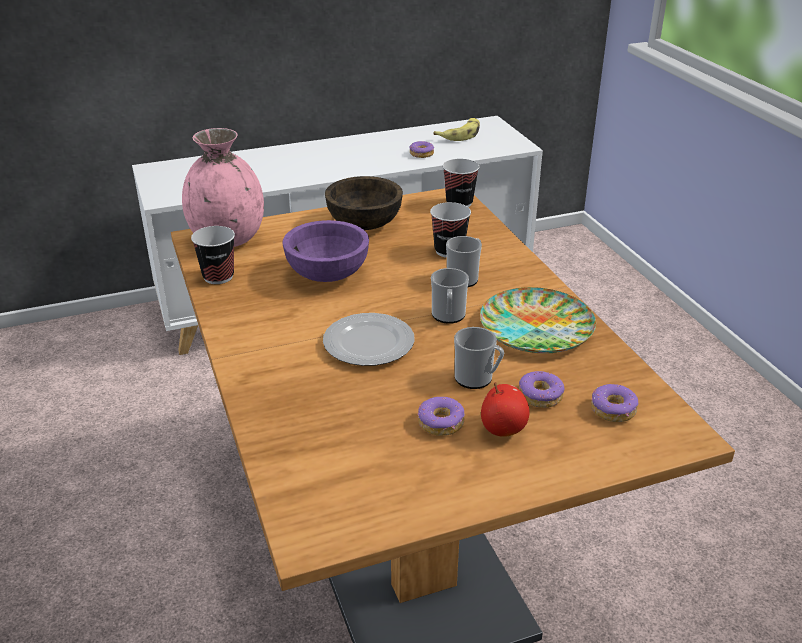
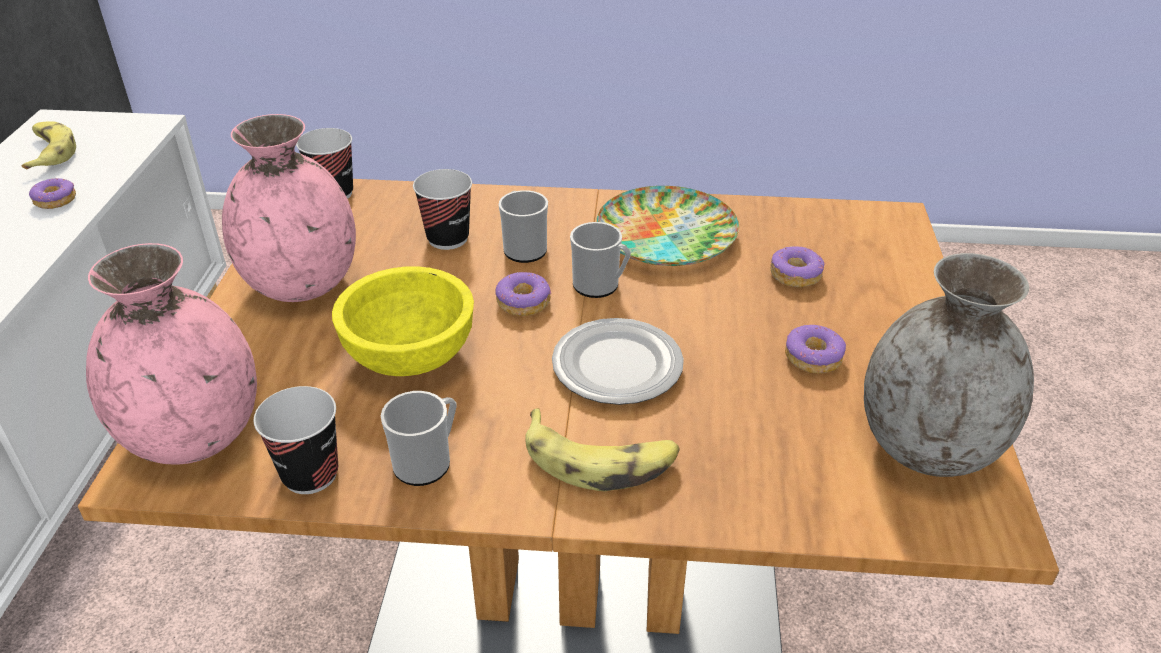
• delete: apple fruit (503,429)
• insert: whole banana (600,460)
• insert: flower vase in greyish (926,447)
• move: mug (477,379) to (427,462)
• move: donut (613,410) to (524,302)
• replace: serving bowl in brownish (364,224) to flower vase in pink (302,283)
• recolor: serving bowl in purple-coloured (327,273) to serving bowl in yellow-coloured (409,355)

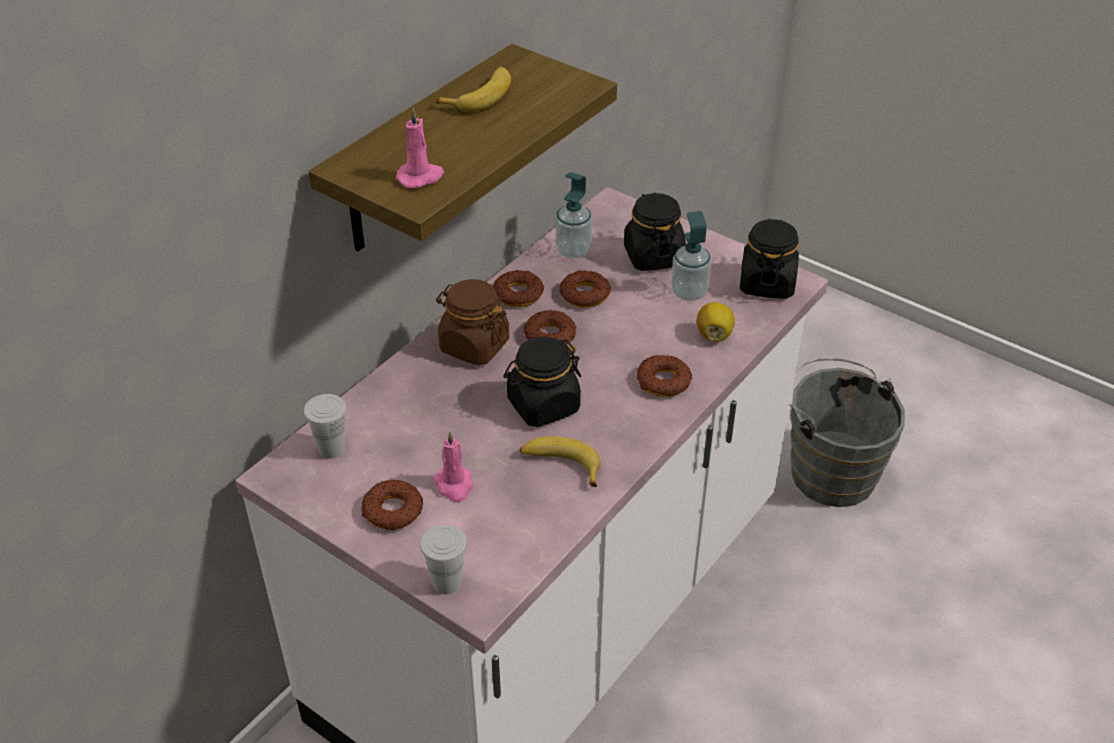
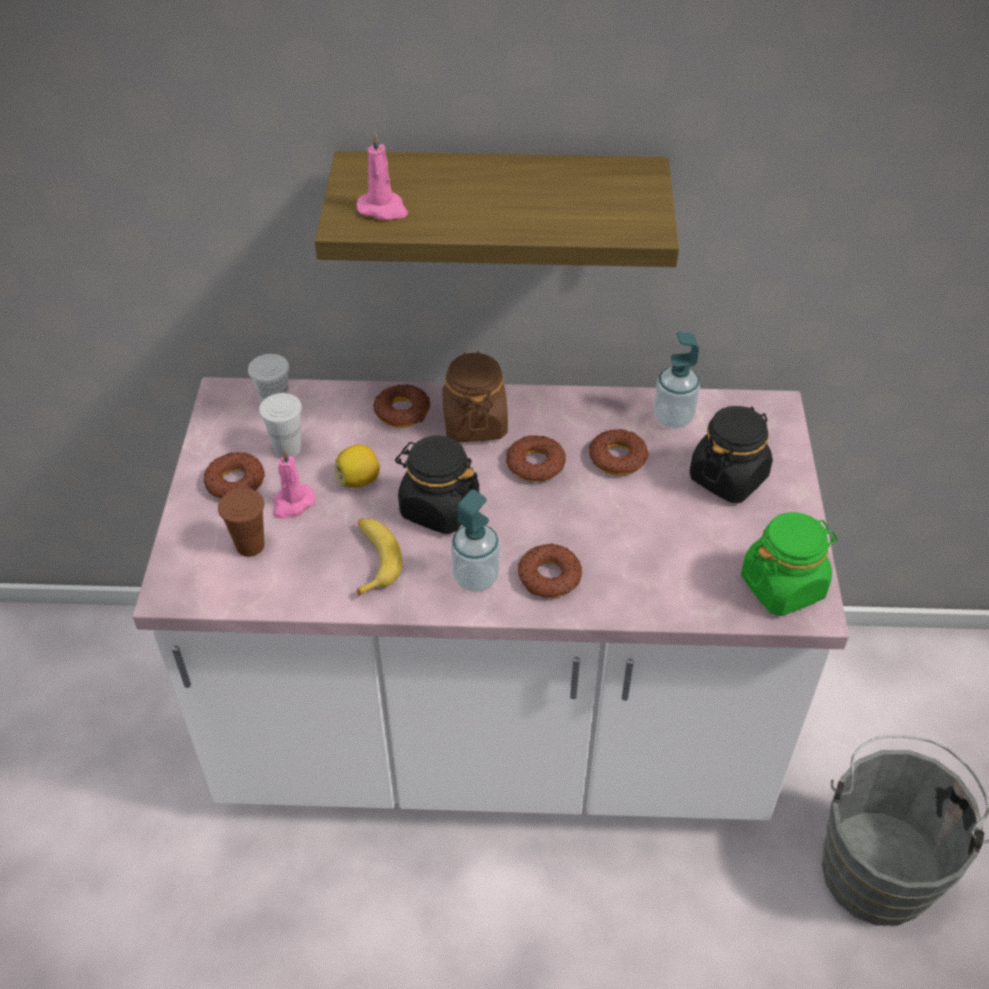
• delete: whole banana (480,96)
• insert: cup in brownish (250,545)
• move: cup in white-coloured (447,583) to (287,449)
• move: donut (518,294) to (402,411)
• move: soap bottle (689,292) to (476,577)
• move: citrus fruit (714,335) to (359,480)
• recolor: jar in black-coloured (766,283) to jar in green (783,586)

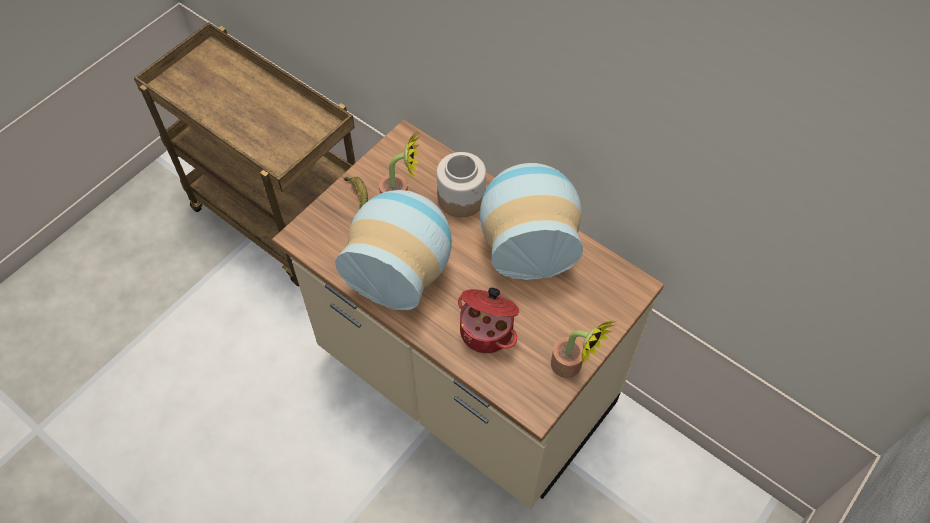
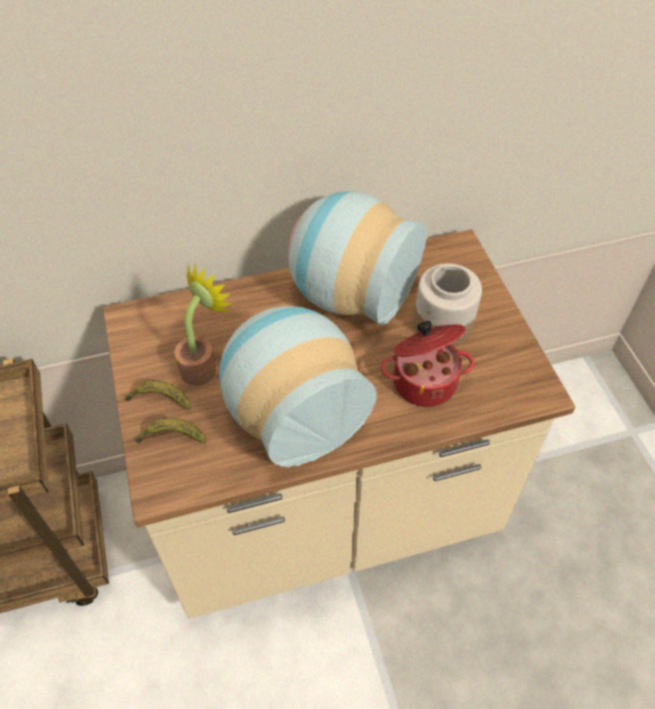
• delete: houseplant (571,367)
• insert: whole banana (172,437)
• move: jar (461,197) to (442,323)

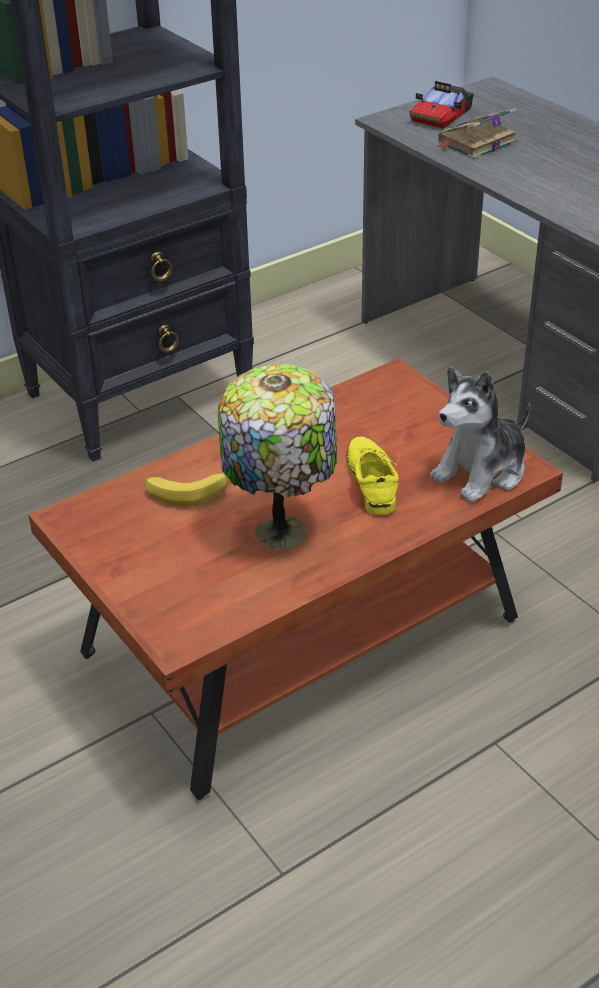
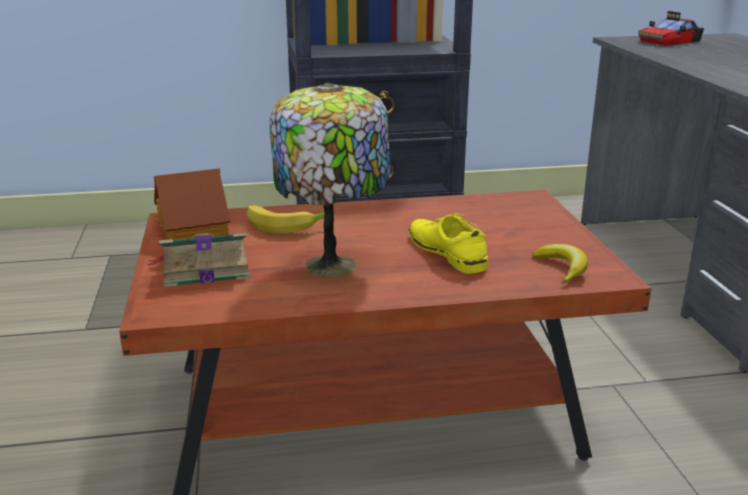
• insert: toy house (194,231)
• move: volume (476,143) to (203,268)
• replace: cuddly toy (481,472) to whole banana (562,269)
• rotate: shoe in yellow-coloured (372,481) = (447,252) 45 degrees counterclockwise

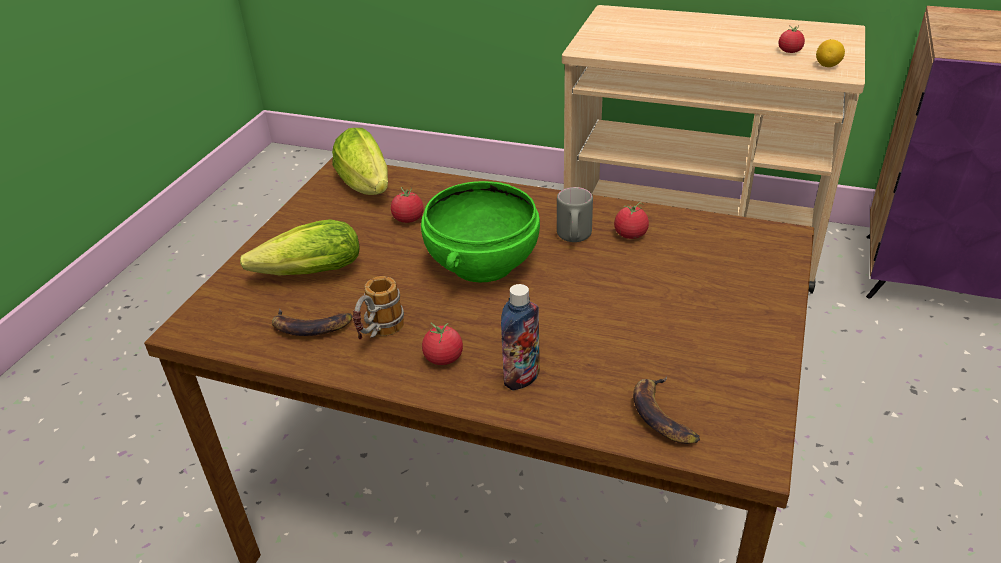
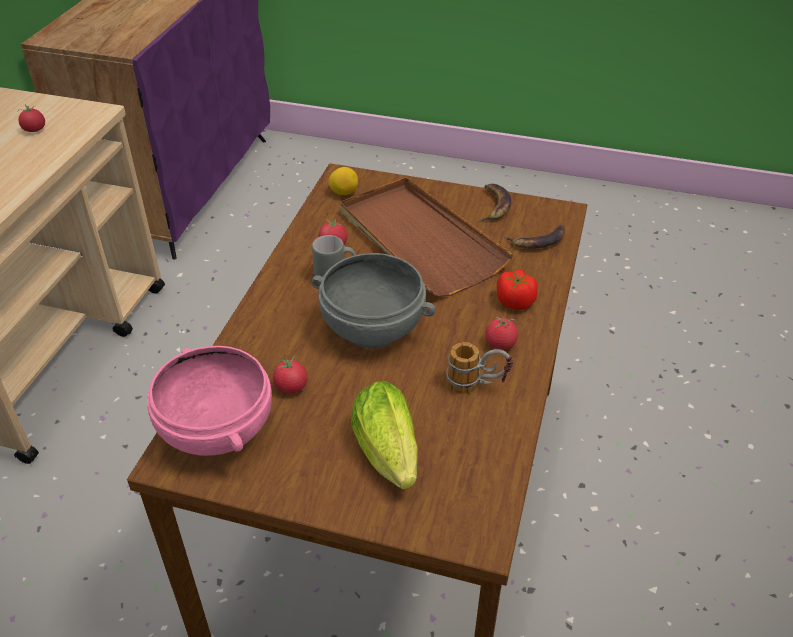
• insert: tray in brownish (419,240)
• move: whole banana (311,326) to (494,206)
• move: citrus fruit (827,66) to (344,192)
• replace: lettuce (367,186) to serving bowl in pink (215,430)
• replace: drink bottle (522,377) to whole tomato (515,301)
• recolor: serving bowl in green (481,263) to serving bowl in greyish (372,329)

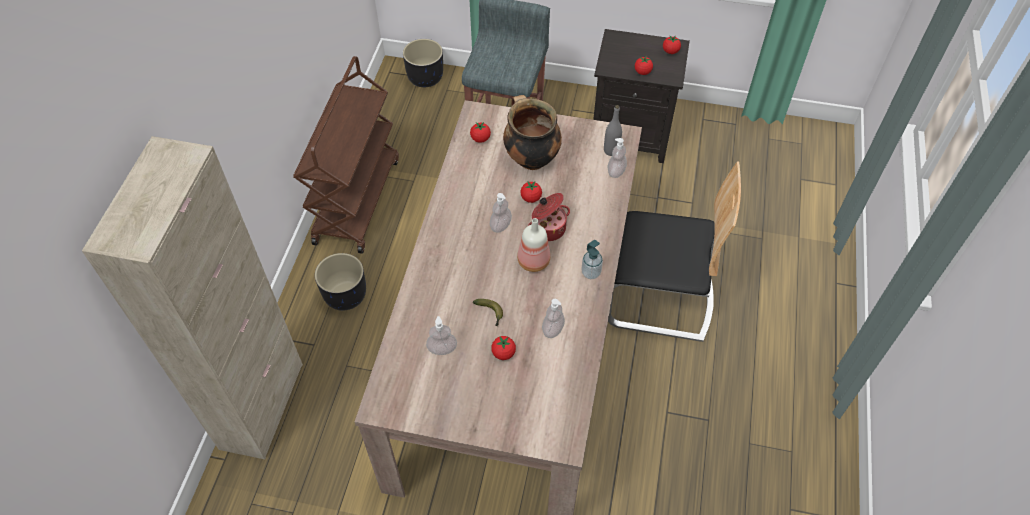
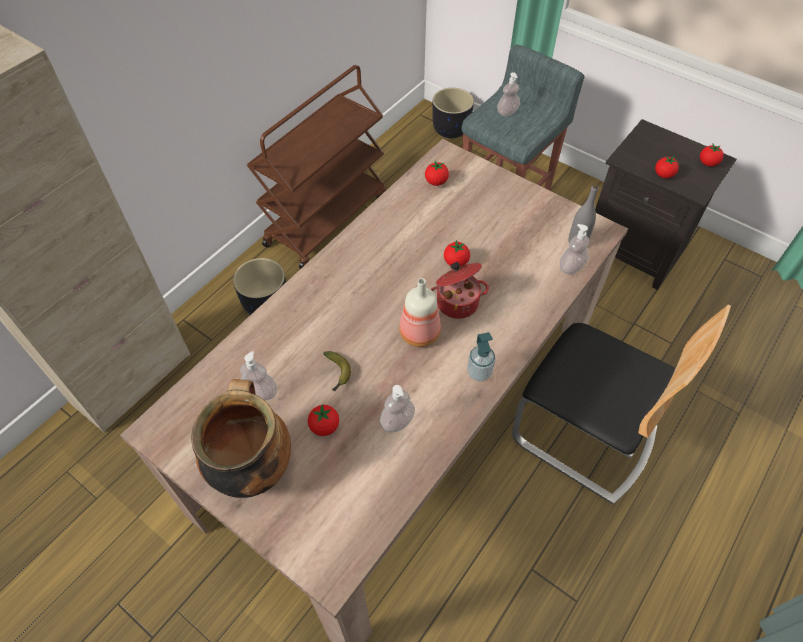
• move: soap bottle (500,225) to (507,112)
• move: stockpot (530,158) to (252,467)

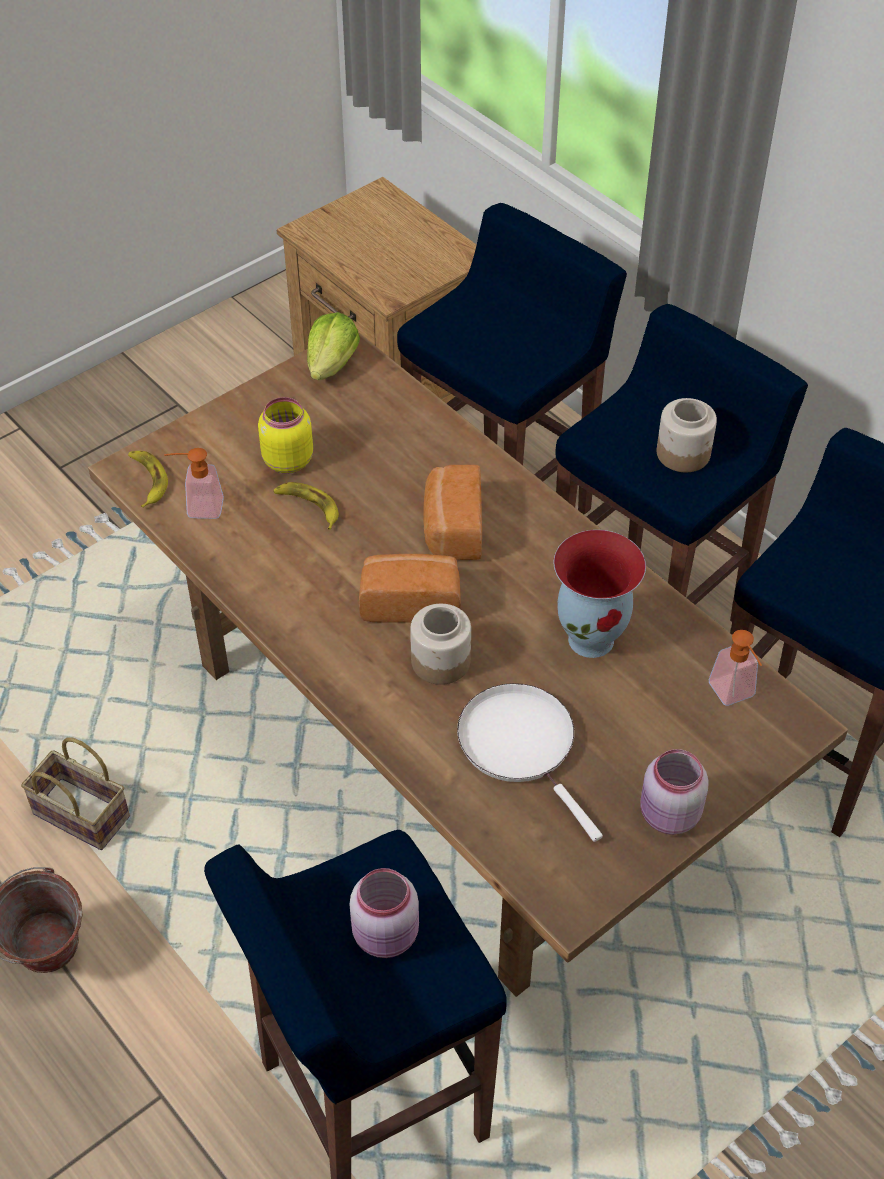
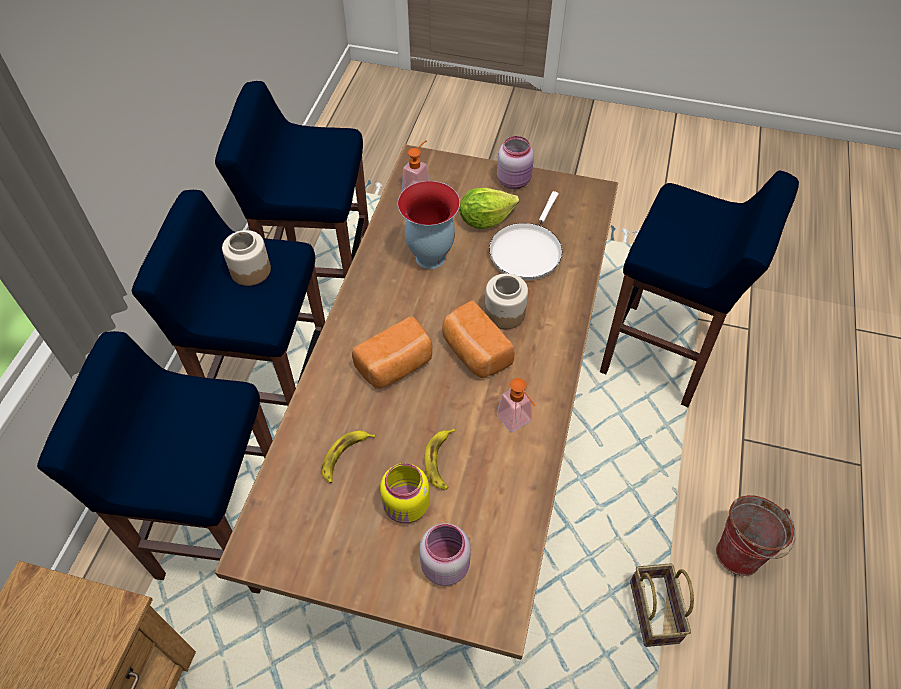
• move: whole banana (147,480) to (345,457)
• move: soap bottle (198,507) to (517,422)
• move: lettuce (332,365) to (485,219)
• move: jar in pink (387,936) to (445,564)

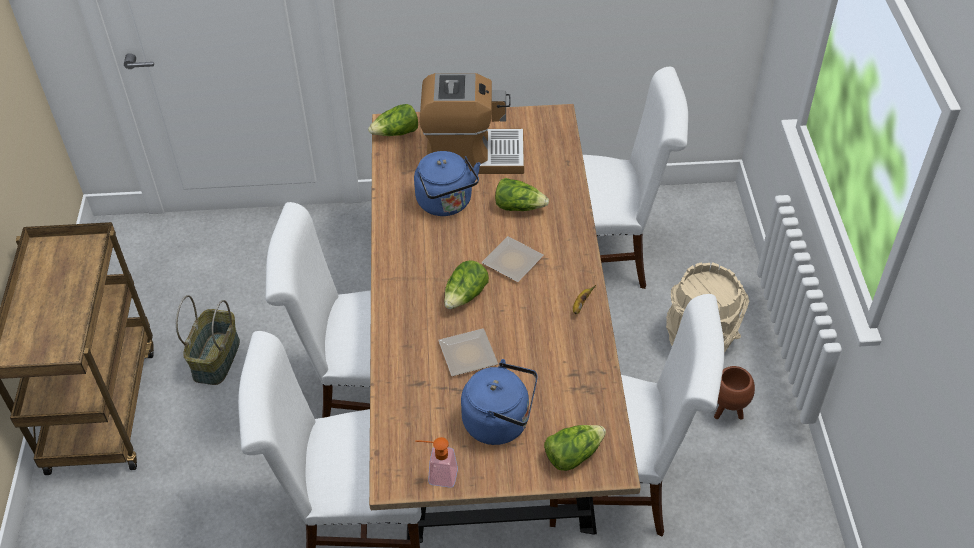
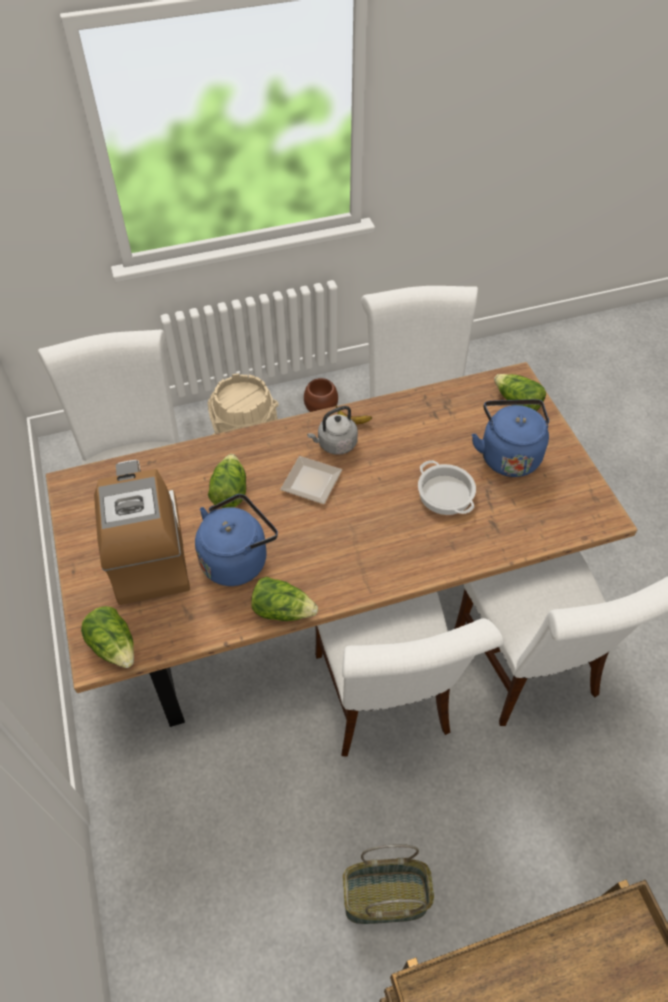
• delete: soap bottle (437,475)
• insert: water kettle in greyish (335,444)
• move: lettuce (465,296) to (282,609)
• replace: dinner plate (466,356) to stockpot (446,494)

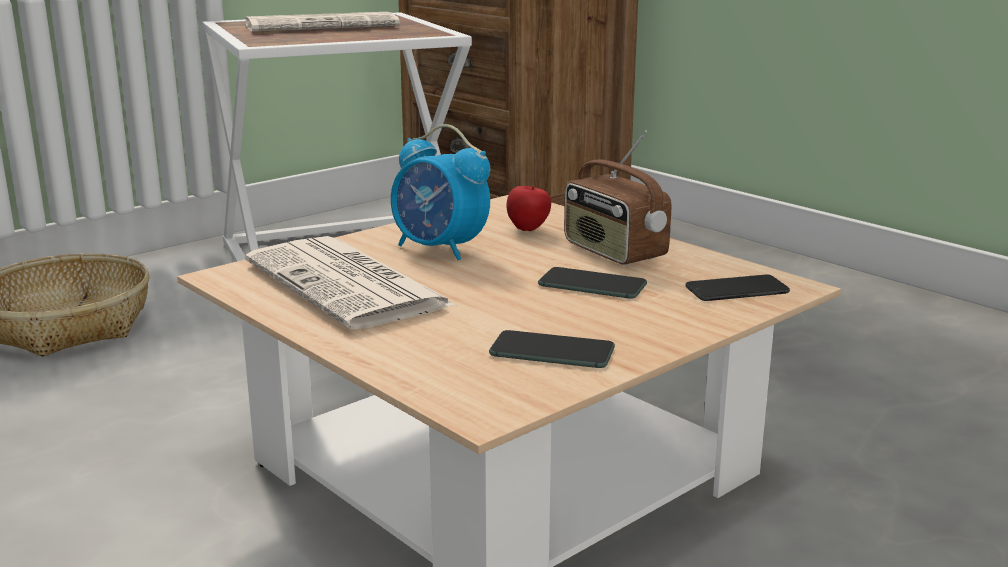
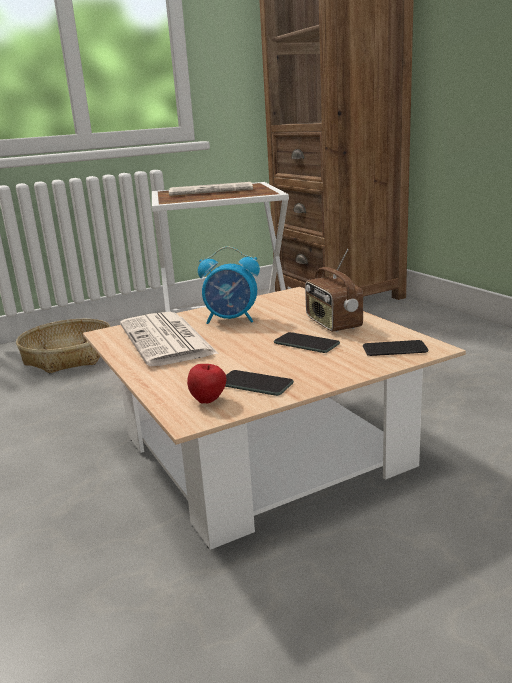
• move: apple fruit (529,230) to (209,401)
• rotate: table clock (440,249) = (232,320) 45 degrees counterclockwise

